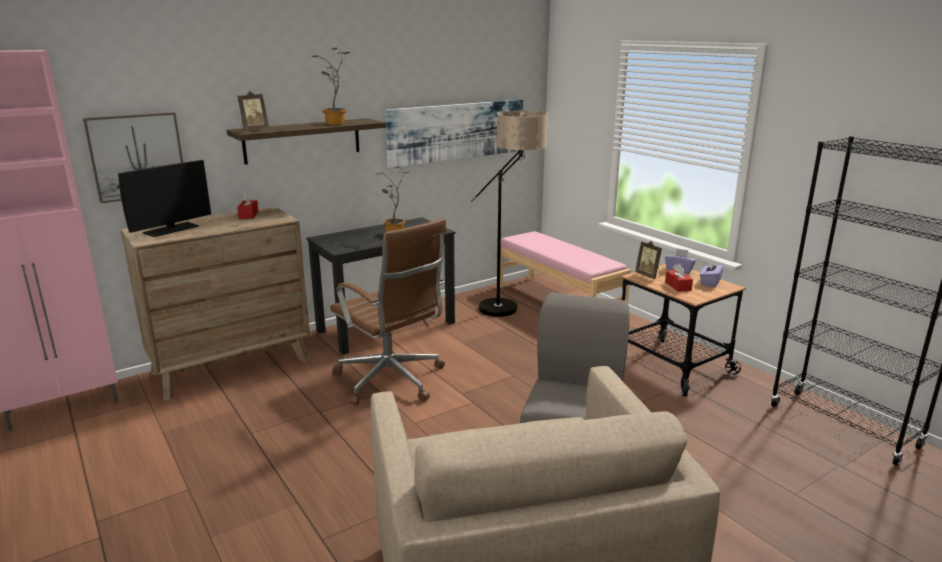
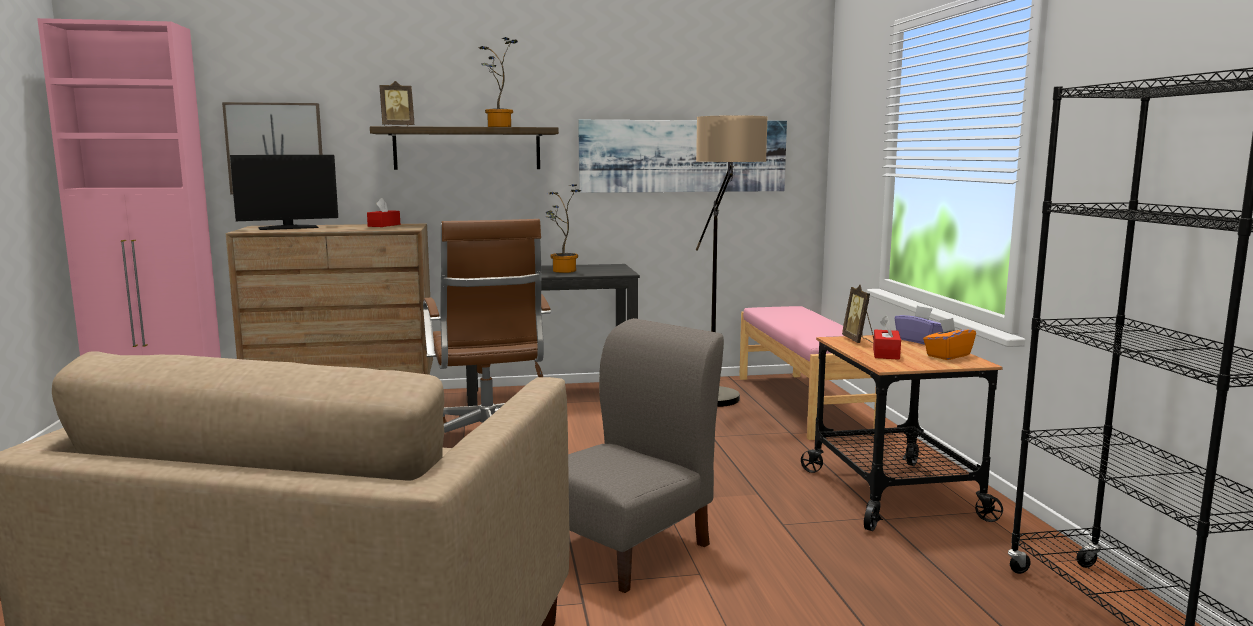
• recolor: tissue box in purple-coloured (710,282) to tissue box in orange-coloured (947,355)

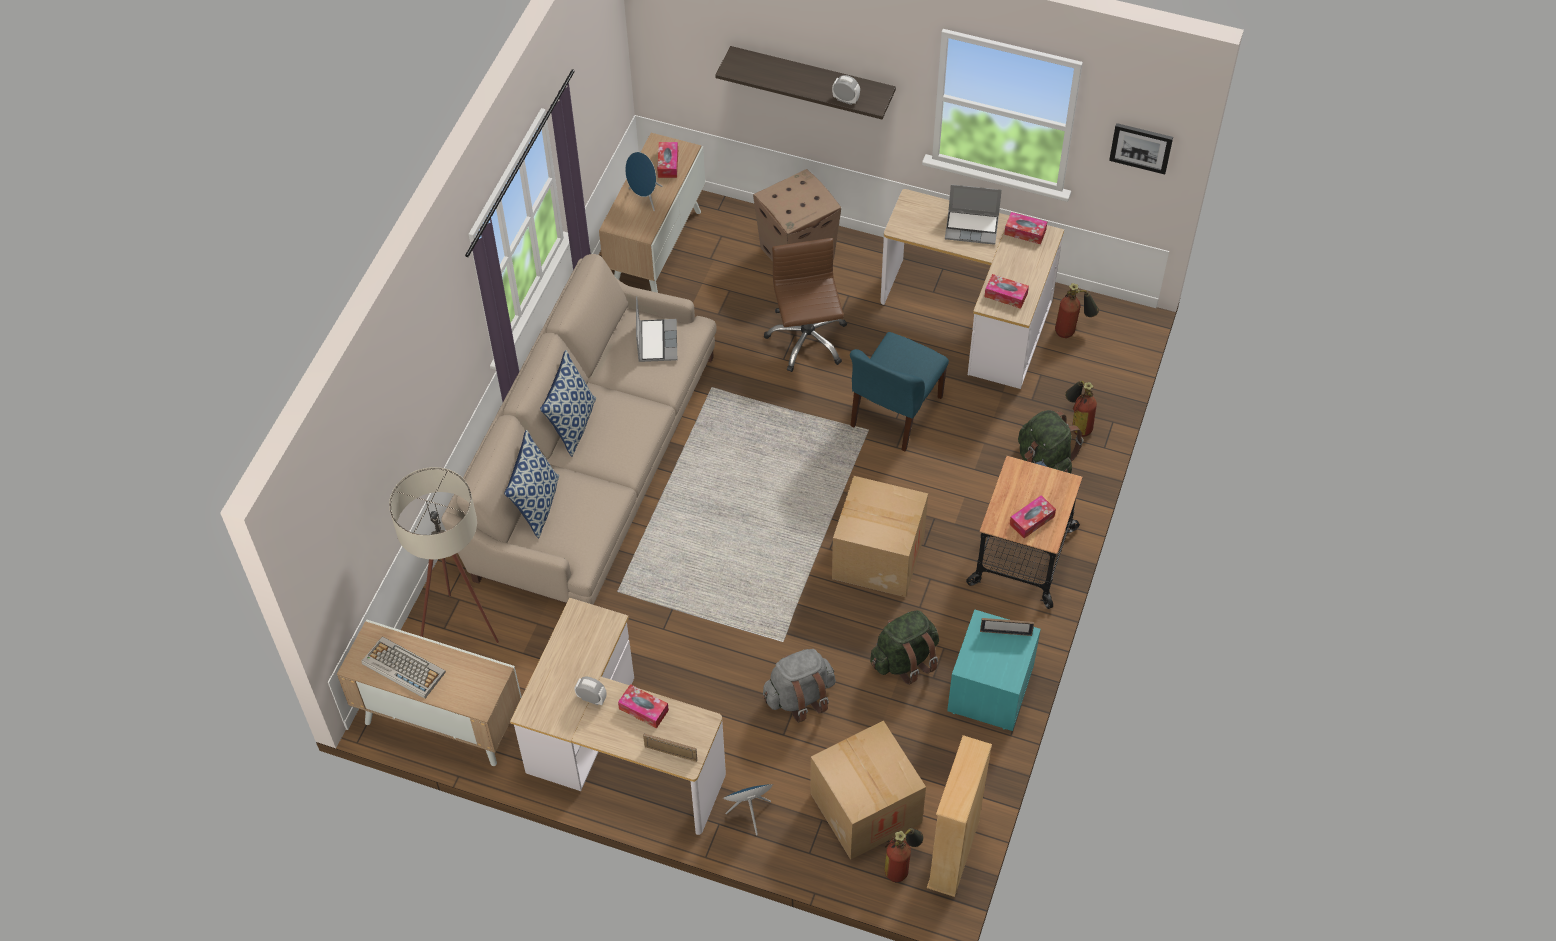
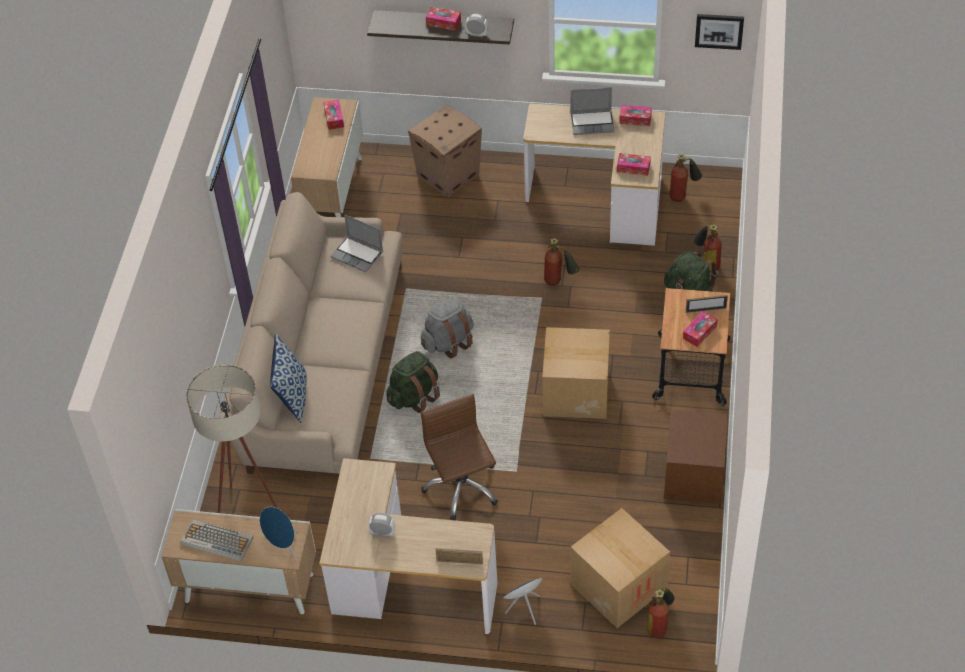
• delete: pillow (572,424)
• delete: shelving unit in beige (953,854)
• move: tissue box (643,709) to (443,22)
• move: loudspeaker in bluish (645,197) to (283,545)
• move: rucksack in greyish (799,697) to (448,342)
• move: computer chair in brownish (807,340) to (461,487)
• move: rucksack in green (904,660) to (414,396)
• move: standing frame (1006,633) to (706,310)
• replace: upright chair in bluish (895,413) to extinguisher (559,281)
• recolor: night table in blue-green (991,690) to night table in brownish (694,476)
• rotate: notebook computer (656,341) = (358,255) 135 degrees clockwise

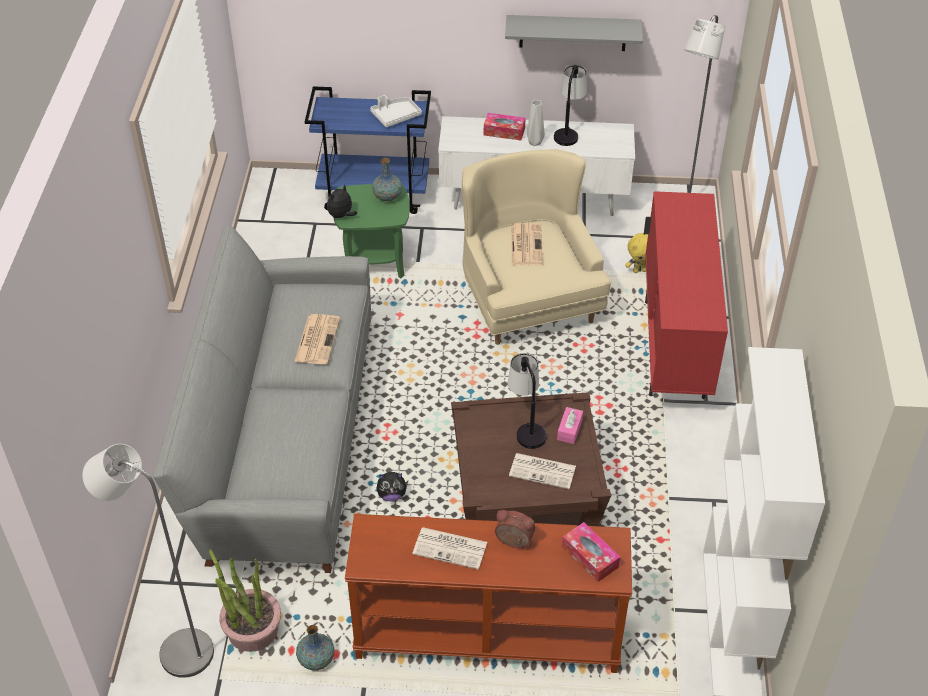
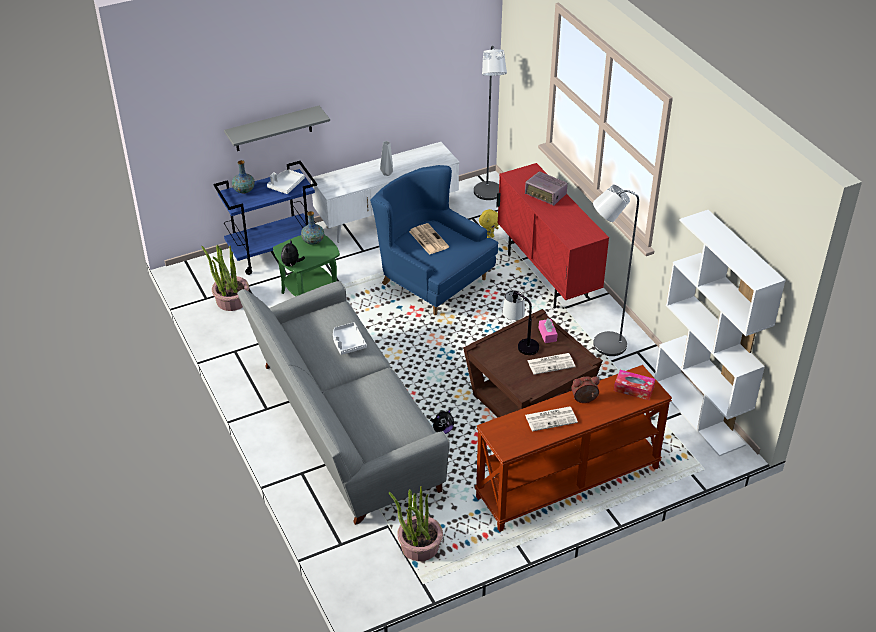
• delete: tissue box (504,131)
• delete: tabletop lamp (568,131)
• insert: houseplant (231,300)
• insert: radio set (545,195)
• move: floor lamp in greyish (177,650) to (603,345)
• move: flower vase (316,660) to (244,190)
• move: wall shelf in greyish (573,32) to (273,129)
• replace: daily paper (317,339) to tray in white-coloured (348,343)
• recolor: lounge chair in beige (527,297) to lounge chair in bluish (431,280)

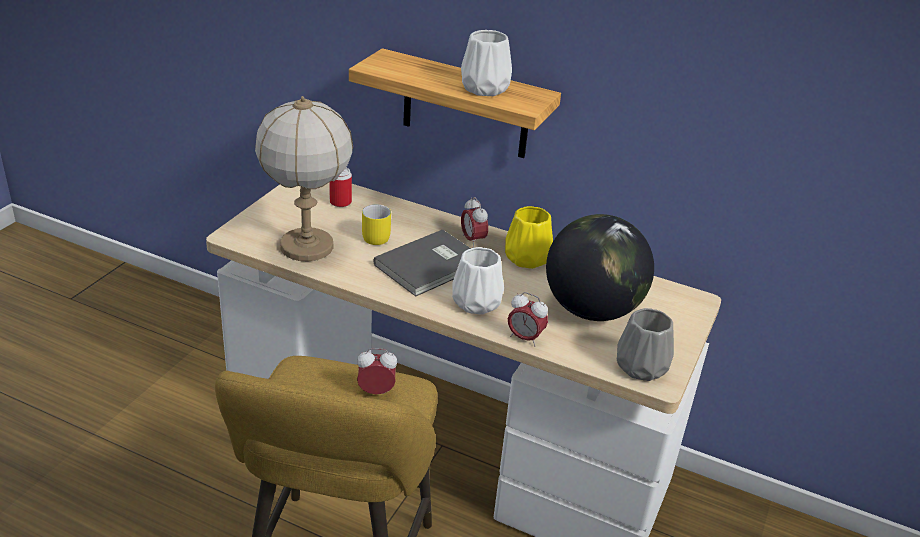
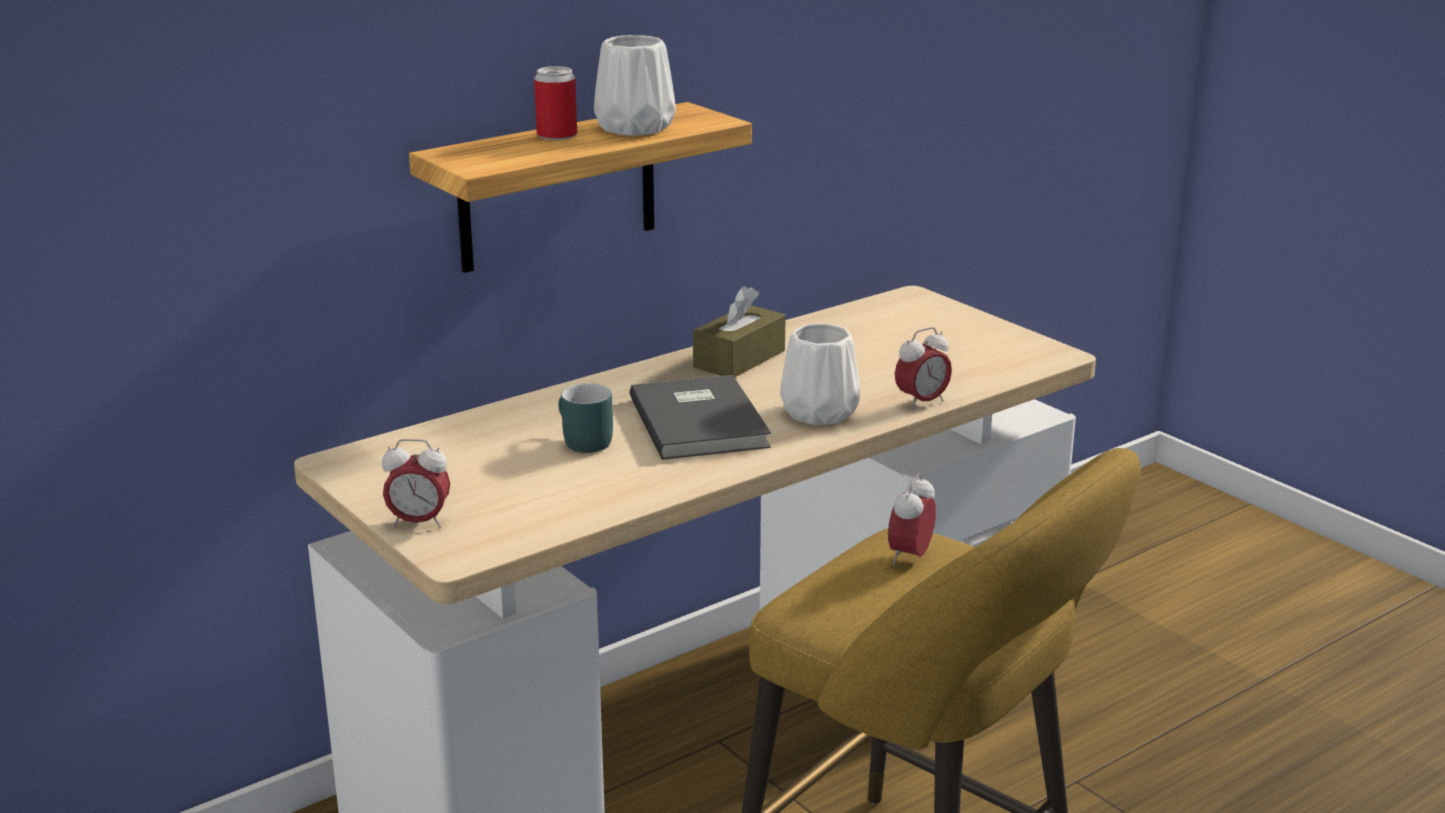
• delete: tabletop lamp (306,246)
• delete: globe (591,310)
• delete: flower vase in greyish (641,366)
• move: can (340,202) to (557,136)
• move: table clock (472,240) to (419,523)
• replace: flower vase in yellow-coloured (528,258) to tissue box in brownish (739,359)
• recolor: mug in yellow-coloured (376,236) to mug in blue-green (580,442)

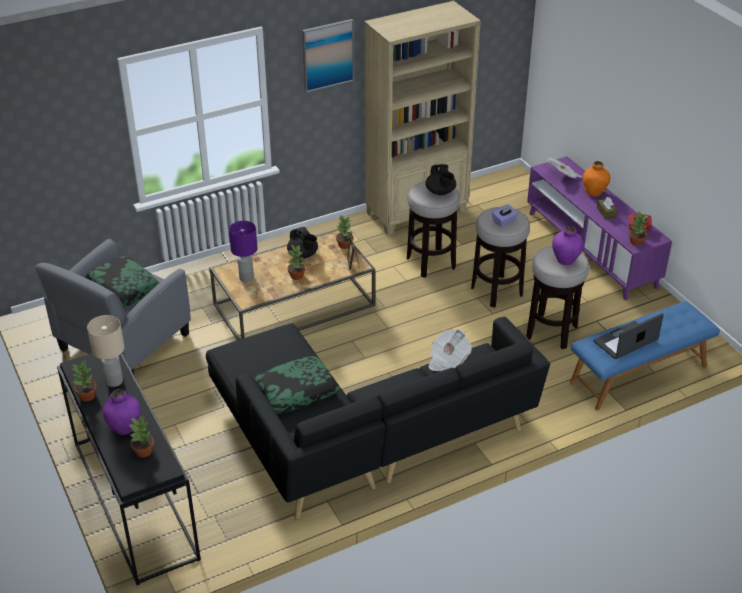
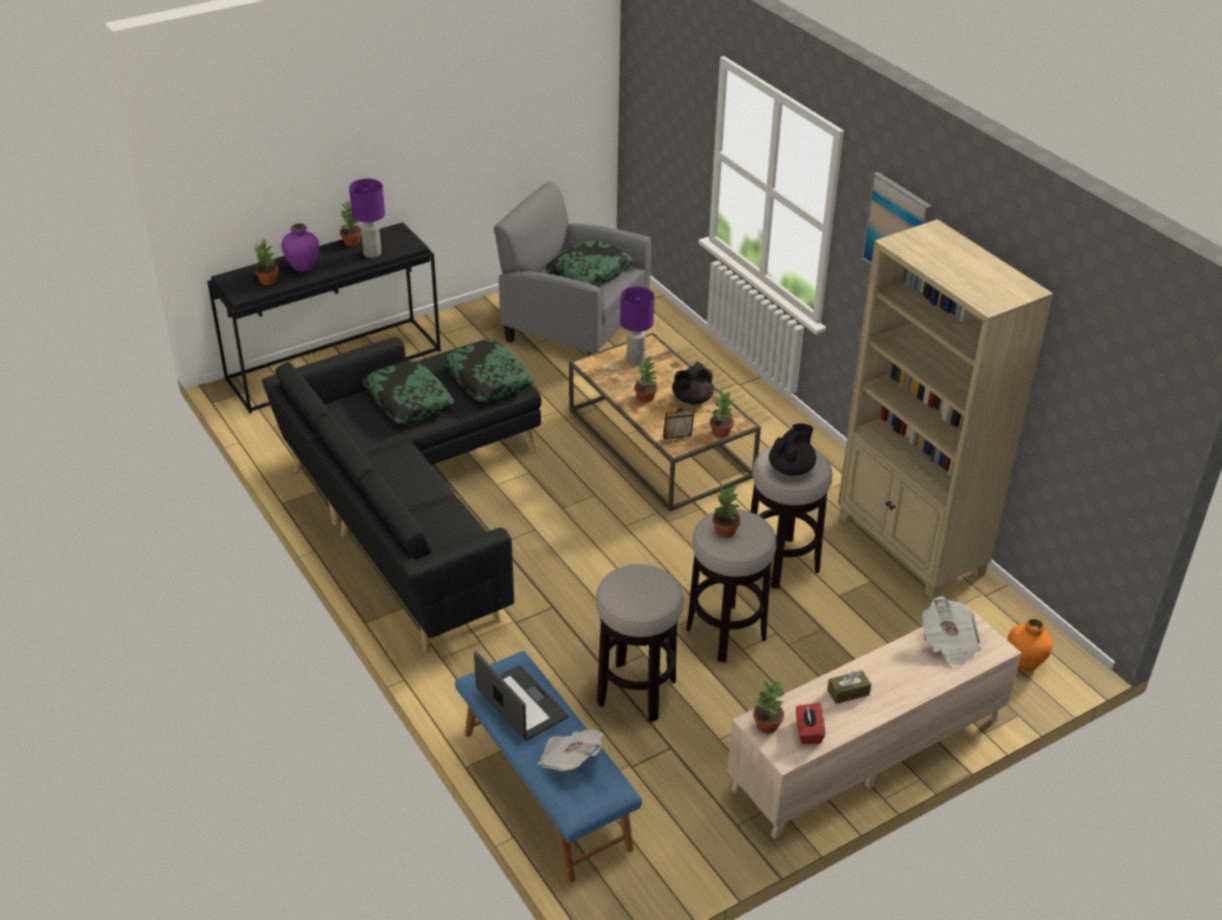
• delete: flower vase in purple-coloured (565,260)
• insert: pillow (487,379)
• move: daily paper (447,360) to (569,760)
• move: flower vase in orange-coloured (594,192) to (1024,663)
• replace: tissue box in purple-coloured (504,221) to houseplant (726,531)
• recolor: tabletop lamp in beige (114,381) to tabletop lamp in purple-coloured (371,253)
• recolor: media console in purple-coloured (591,249) to media console in beige (868,753)
• rotate: pot for tea in black-coloured (440,192) = (791,468) 150 degrees clockwise

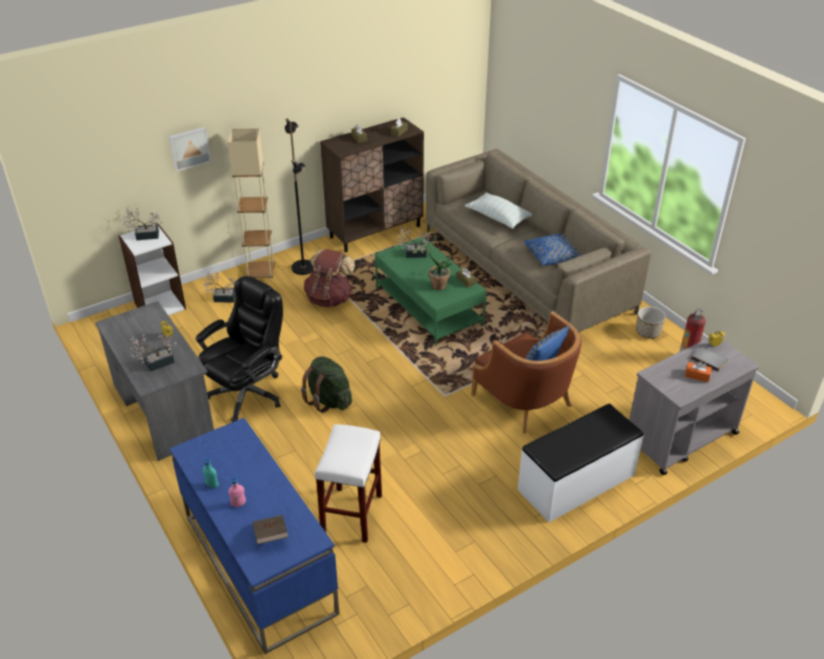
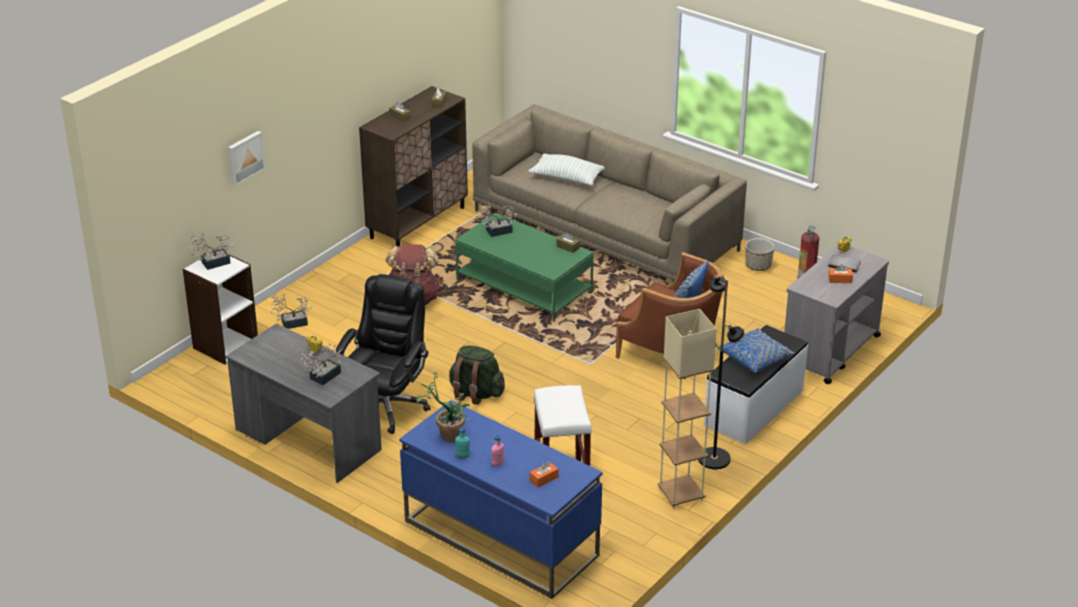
• move: floor lamp in beige (261,273) to (681,495)
• move: floor lamp in black-coloured (304,267) to (714,458)
• move: houseplant (436,283) to (446,433)
• move: pillow in bluish (552,256) to (755,358)
• replace: volume in brownish (271,536) to tissue box in orange-coloured (544,479)

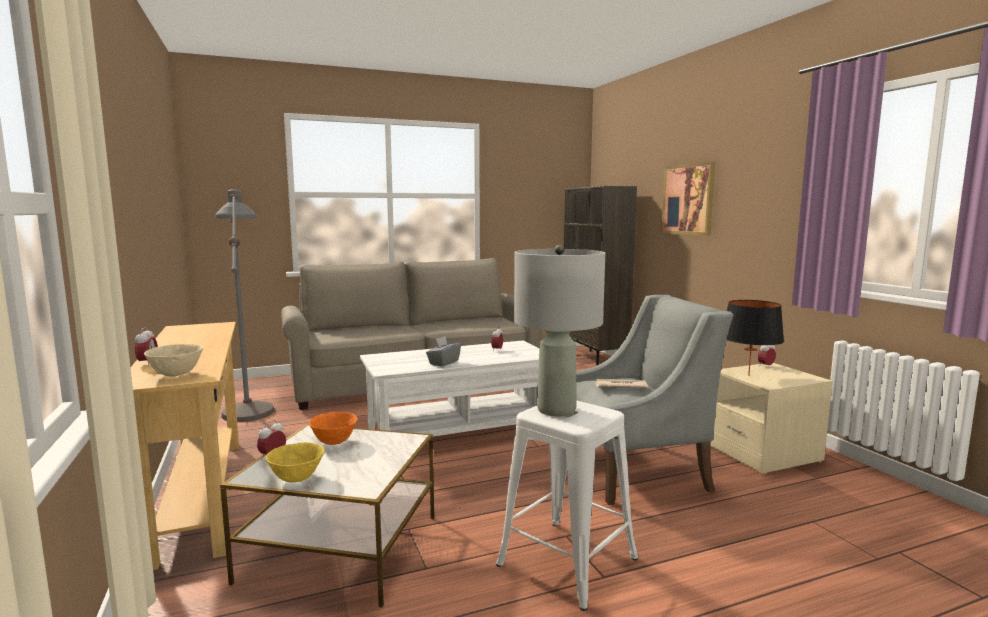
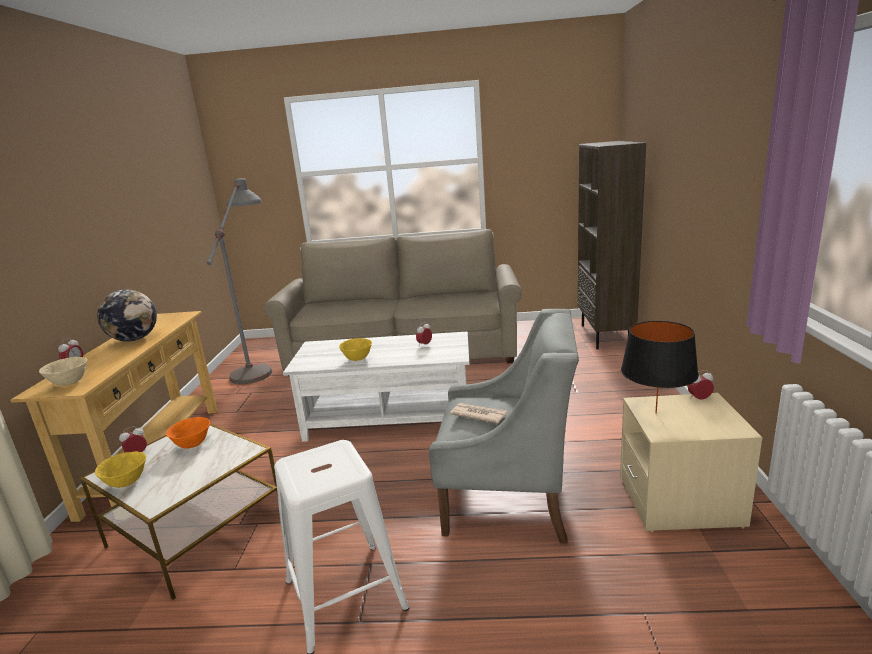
• delete: tabletop lamp in greyish (557,410)
• delete: wall picture (688,199)
• insert: globe (134,339)
• replace: tissue box in greyish (443,362) to serving bowl in yellow-coloured (357,359)

